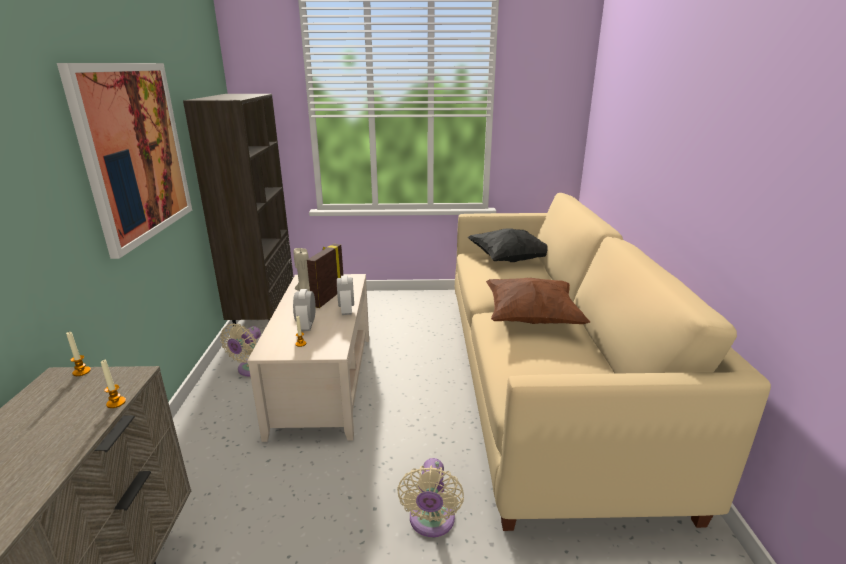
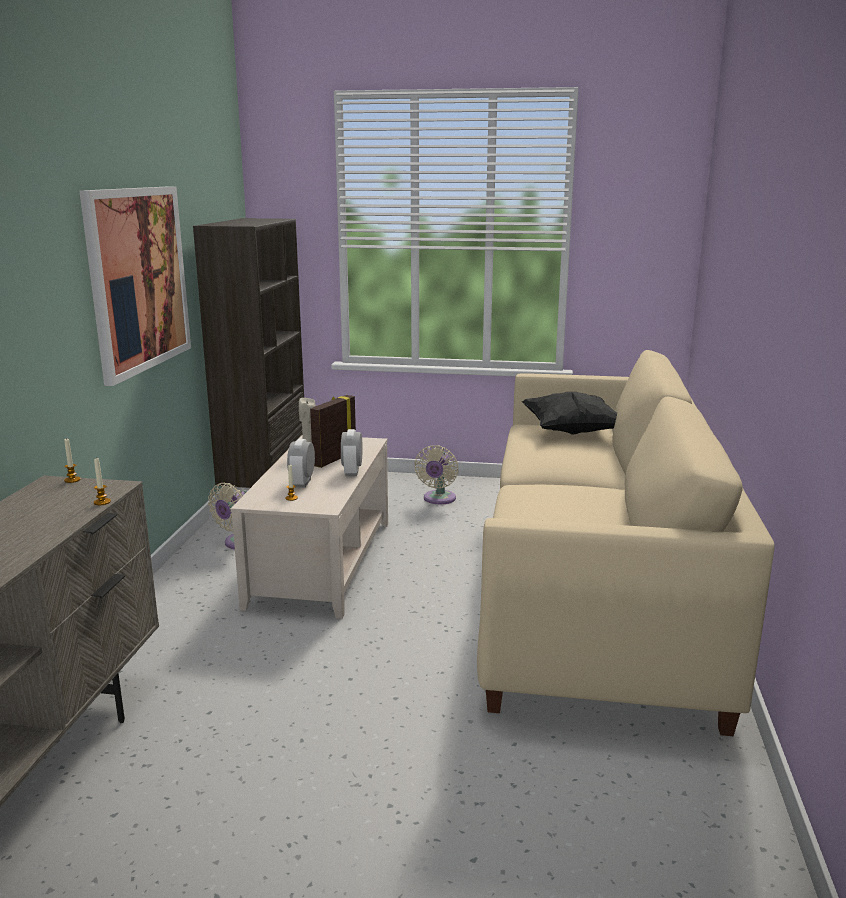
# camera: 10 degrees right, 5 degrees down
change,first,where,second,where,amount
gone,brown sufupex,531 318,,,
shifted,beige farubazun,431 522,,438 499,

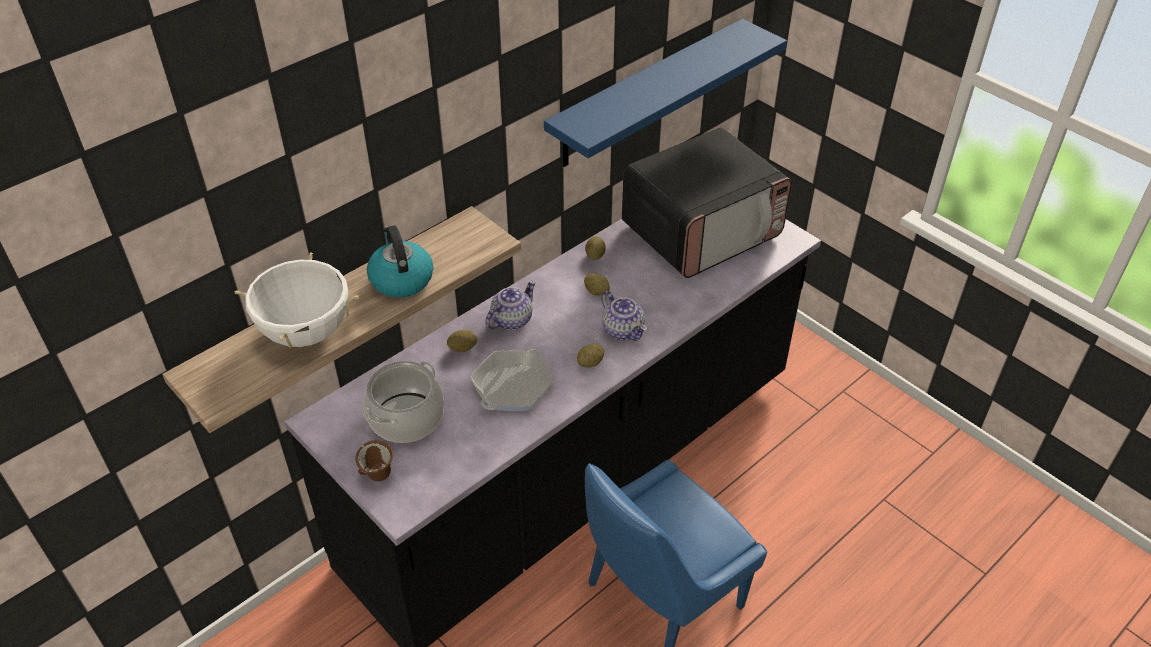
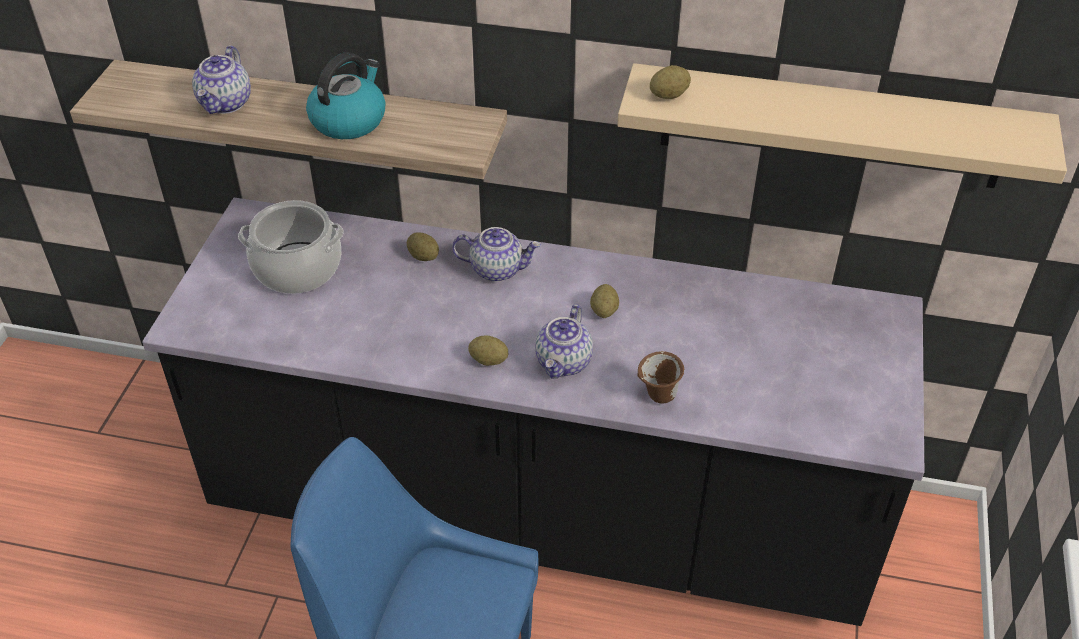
# camera: 55 degrees right, 0 degrees up
change,first,where,second,where,amount
gone,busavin,512 386,,,
gone,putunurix,702 231,,,
shifted,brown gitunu,378 477,,658 398,
shifted,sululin,595 255,,669 95,
swapped,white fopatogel,306 332,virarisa,226 103,
repainted,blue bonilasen,647 93,beige bonilasen,831 127,

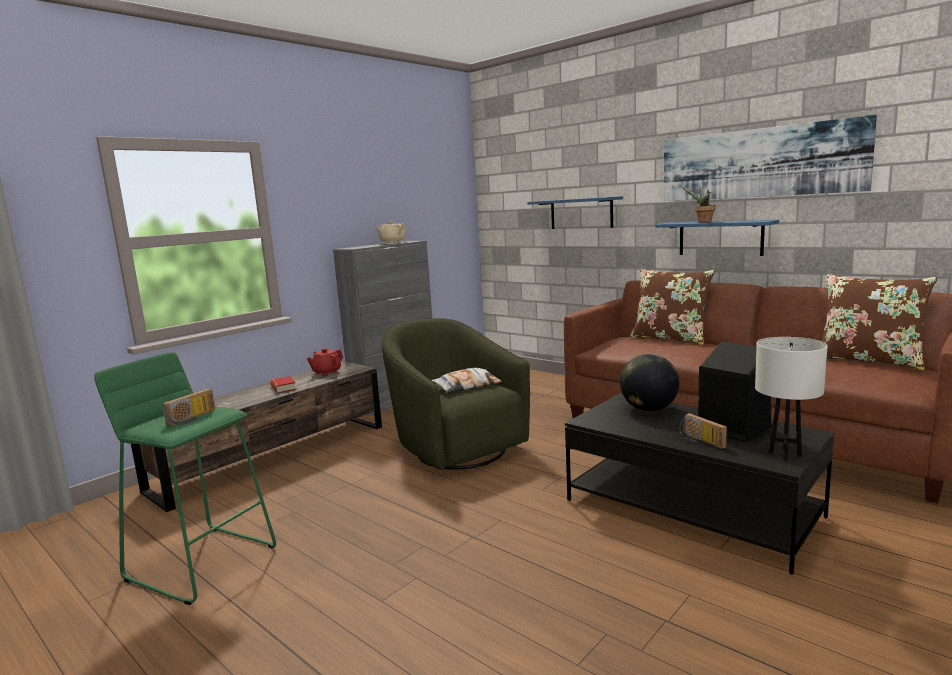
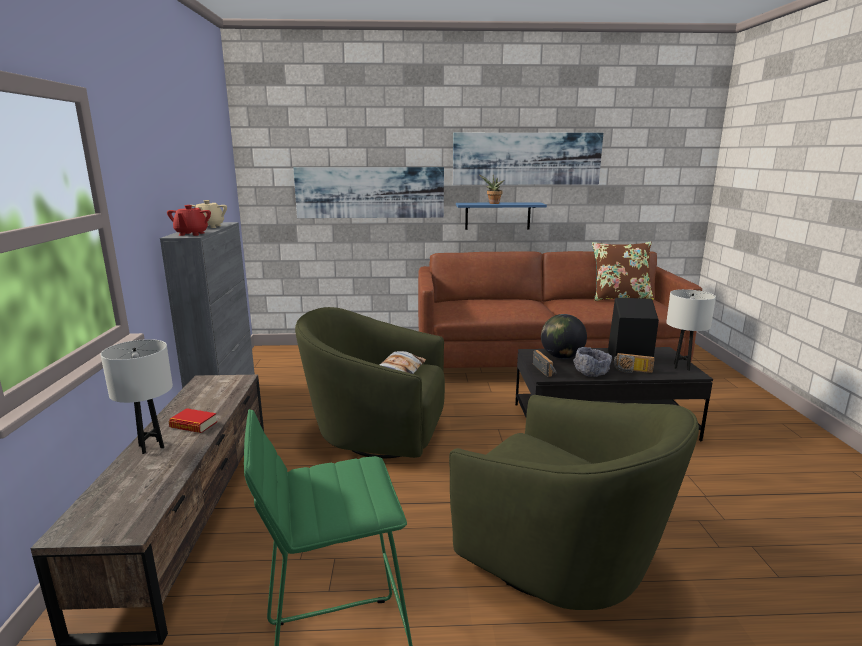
# camera: 45 degrees left, 5 degrees up
change,first,where,second,where,amount
gone,brown sufupex,670 338,,,
new,,,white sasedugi,151 446,
new,,,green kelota,560 560,
new,,,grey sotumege,591 372,
shifted,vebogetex,193 418,,545 370,
shifted,red virarisa,326 373,,191 234,
swapped,blue bonilasen,581 213,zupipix,370 192,

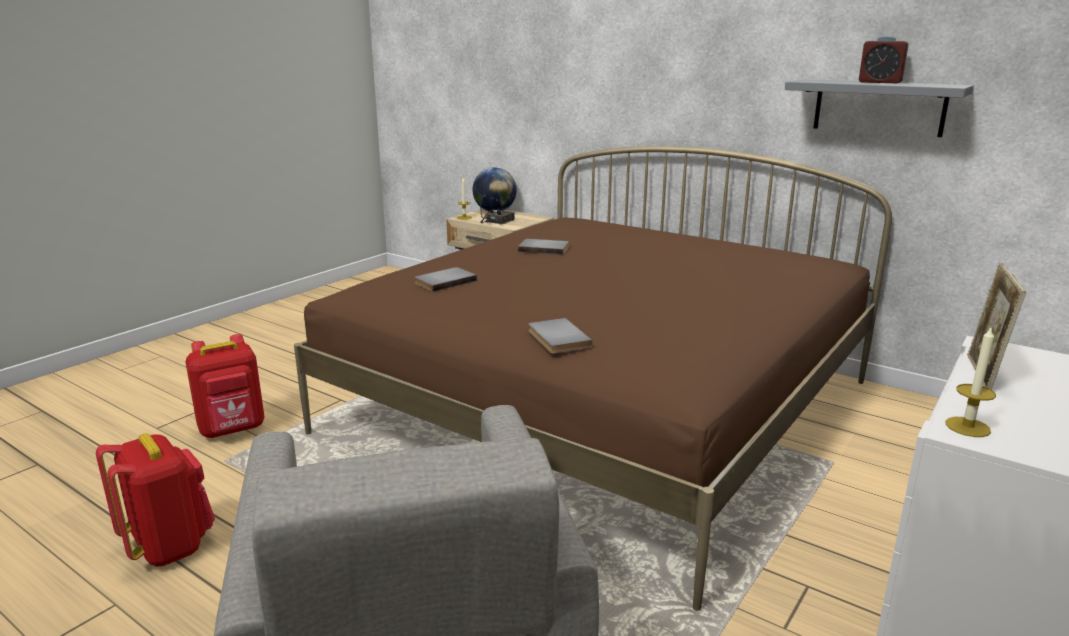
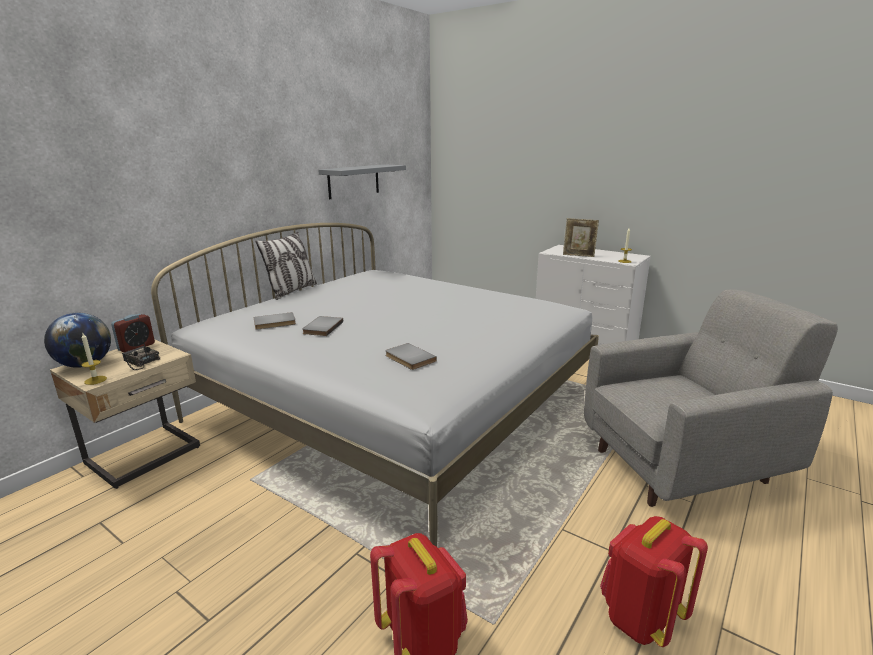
# camera: 90 degrees left, 0 degrees up
change,first,where,second,where,amount
new,,,sufupex,292 291,
shifted,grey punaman,556 339,,275 323,
shifted,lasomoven,880 82,,136 347,
repainted,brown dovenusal,604 406,white dovenusal,394 406,

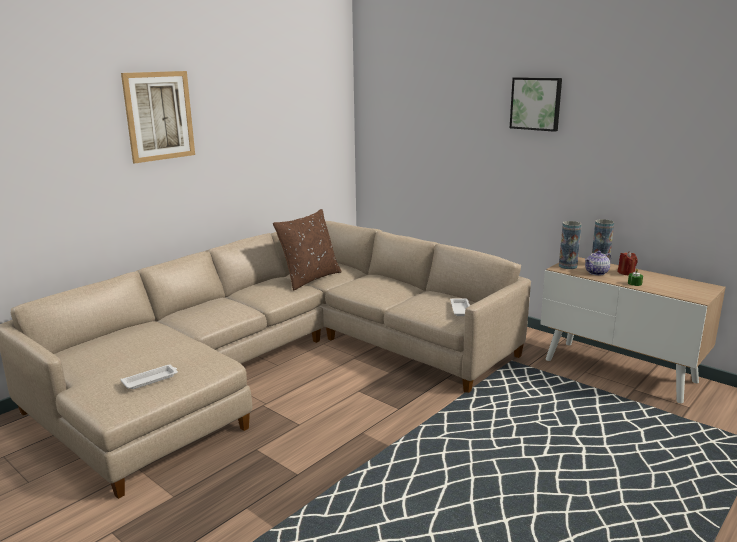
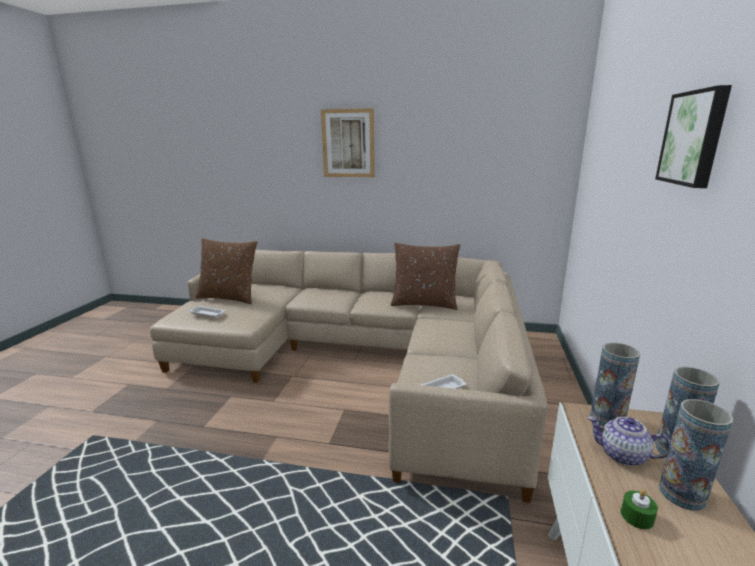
# camera: 60 degrees right, 0 degrees up
change,first,where,second,where,amount
new,,,brown sufupex,229 297,
swapped,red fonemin,626 273,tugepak,682 494,

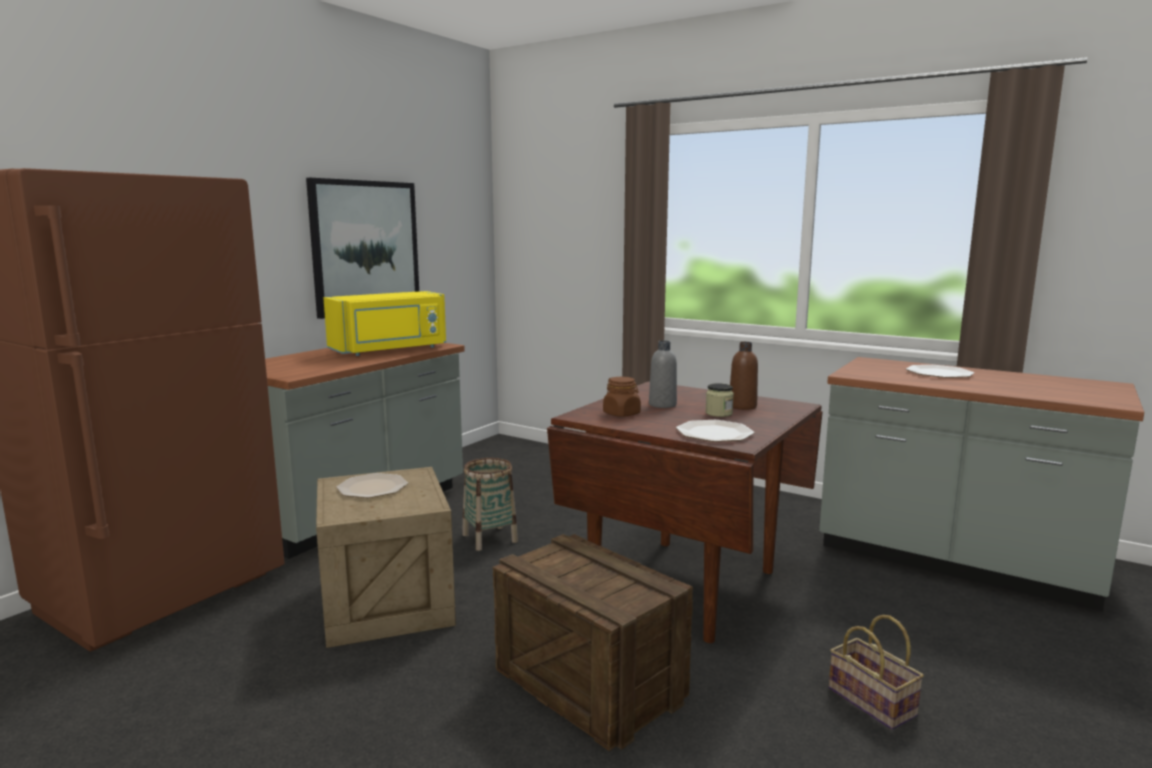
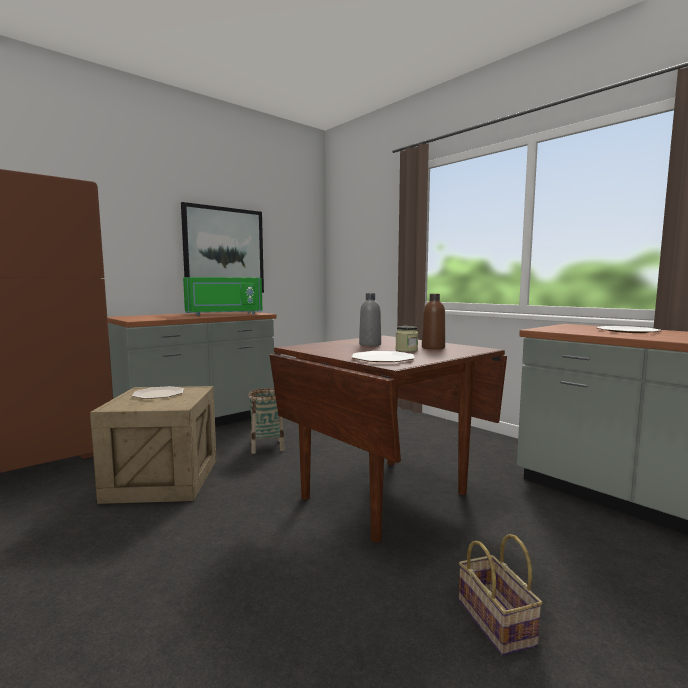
# camera: 15 degrees right, 5 degrees down
change,first,where,second,where,amount
gone,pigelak,590 685,,,
gone,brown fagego,622 414,,,
repainted,yellow putunurix,390 350,green putunurix,224 314,

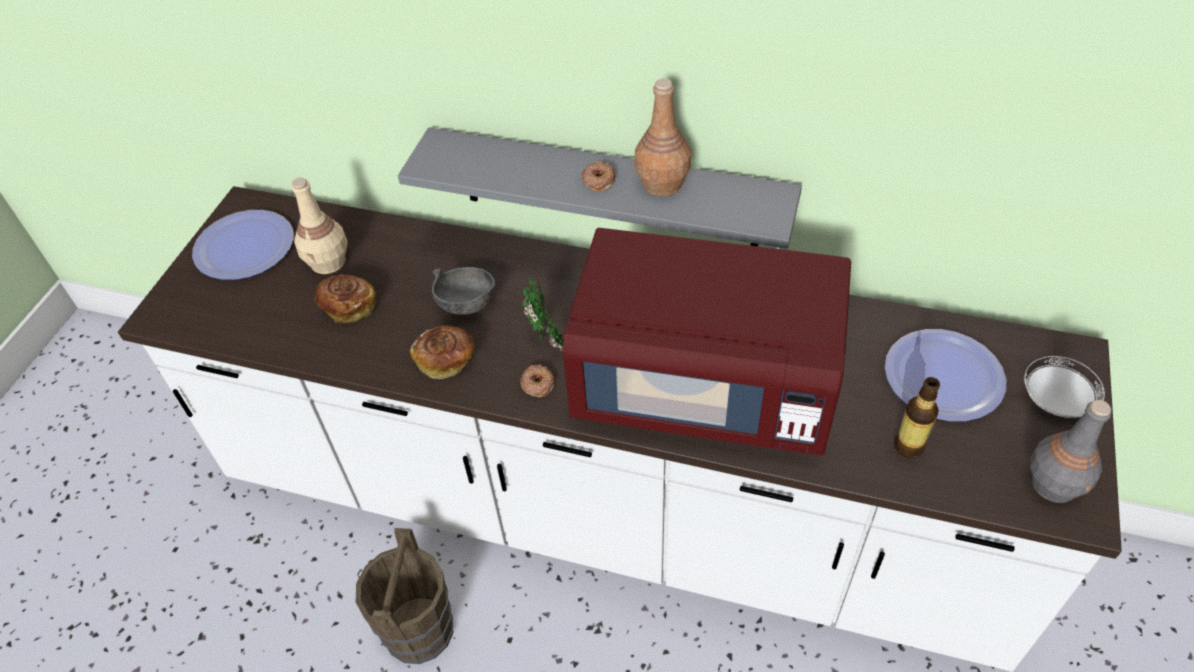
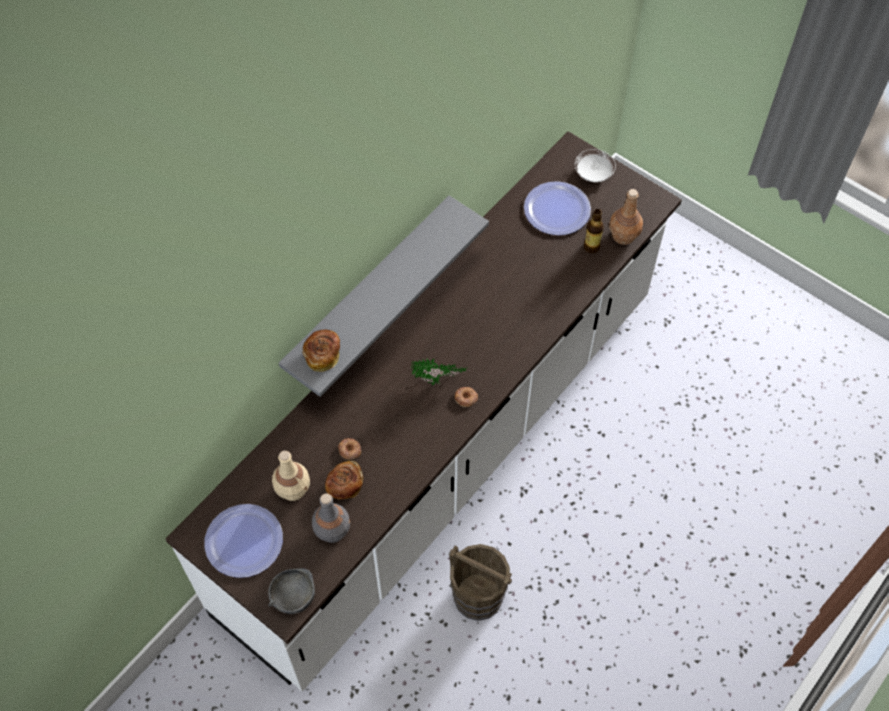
# camera: 70 degrees left, 10 degrees up
change,first,where,second,where,amount
gone,red putunurix,704 388,,,
shifted,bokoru,446 360,,323 355,
shifted,grey sotumege,467 303,,293 597,
shifted,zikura,598 180,,349 450,
shifted,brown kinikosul,662 184,,624 235,
shifted,grey kinikosul,1054 484,,332 530,

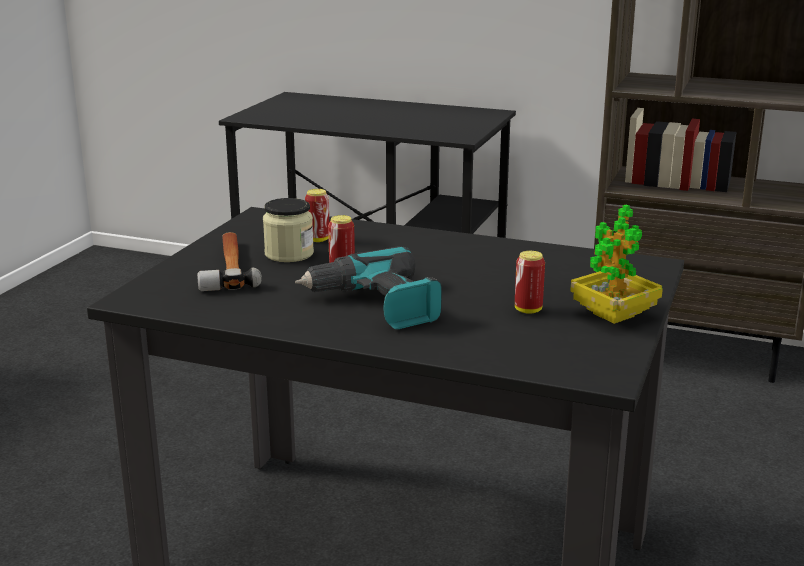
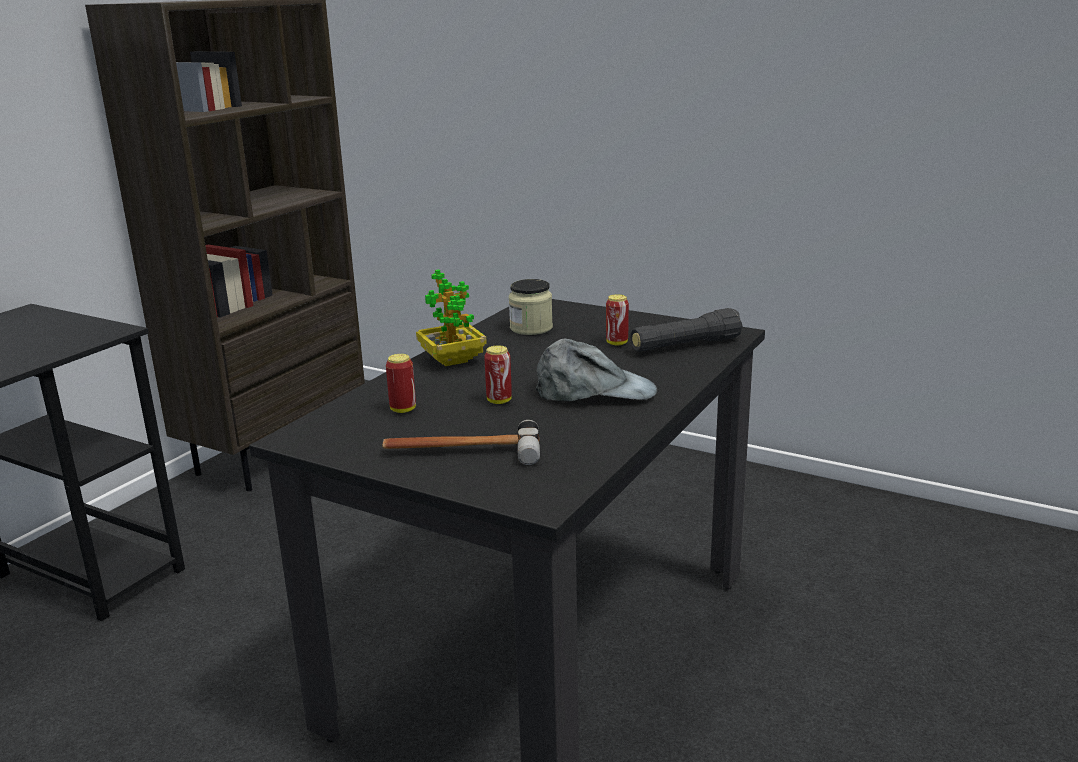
# camera: 80 degrees left, 0 degrees up
change,first,where,second,where,amount
new,,,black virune,685 345,
shifted,fagego,289 254,,531 328,
shifted,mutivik,613 315,,452 360,
swapped,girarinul,376 306,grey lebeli,595 390,

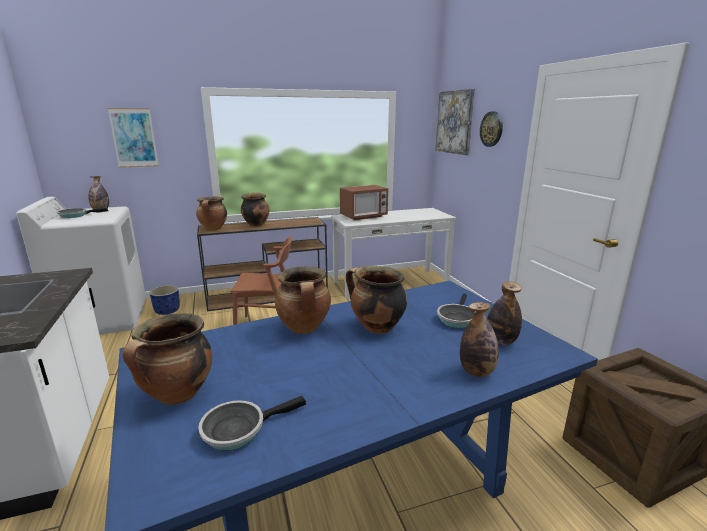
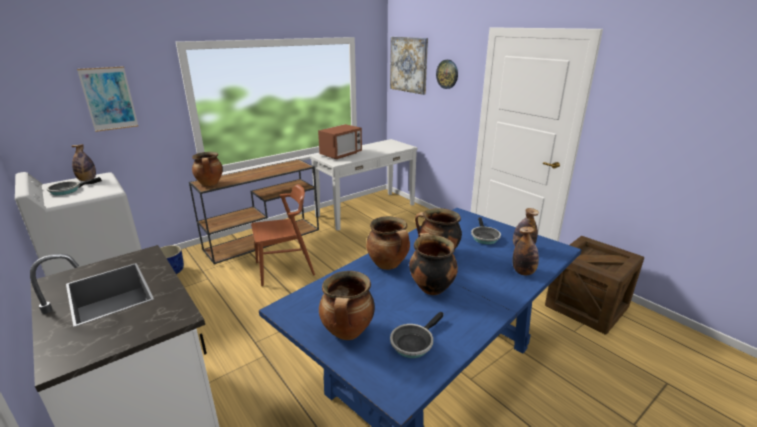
# camera: 20 degrees left, 5 degrees up
change,first,where,second,where,amount
shifted,fopatogel,256 224,,430 287,

